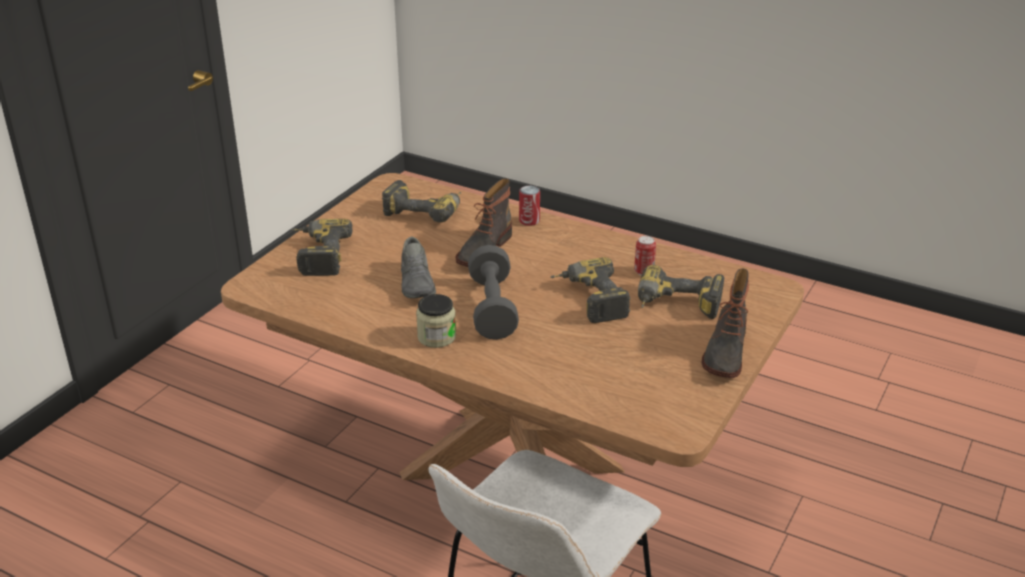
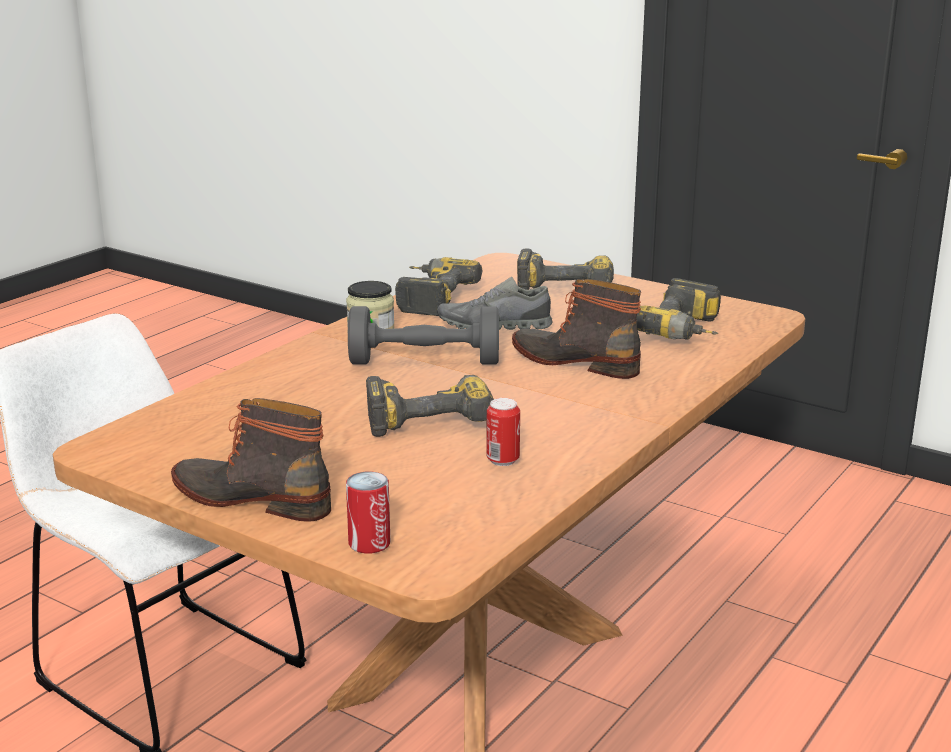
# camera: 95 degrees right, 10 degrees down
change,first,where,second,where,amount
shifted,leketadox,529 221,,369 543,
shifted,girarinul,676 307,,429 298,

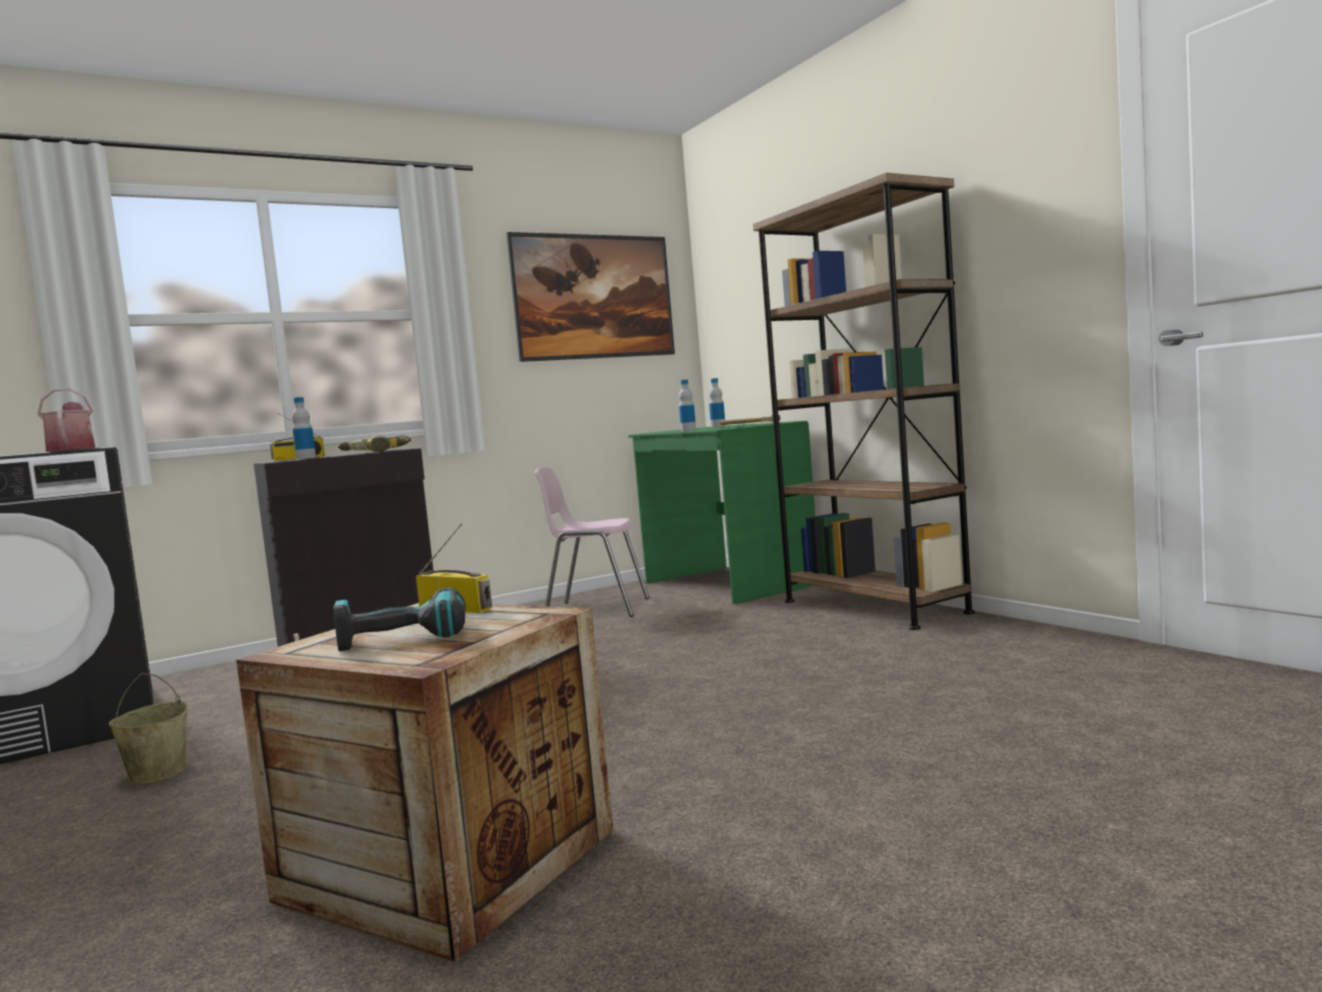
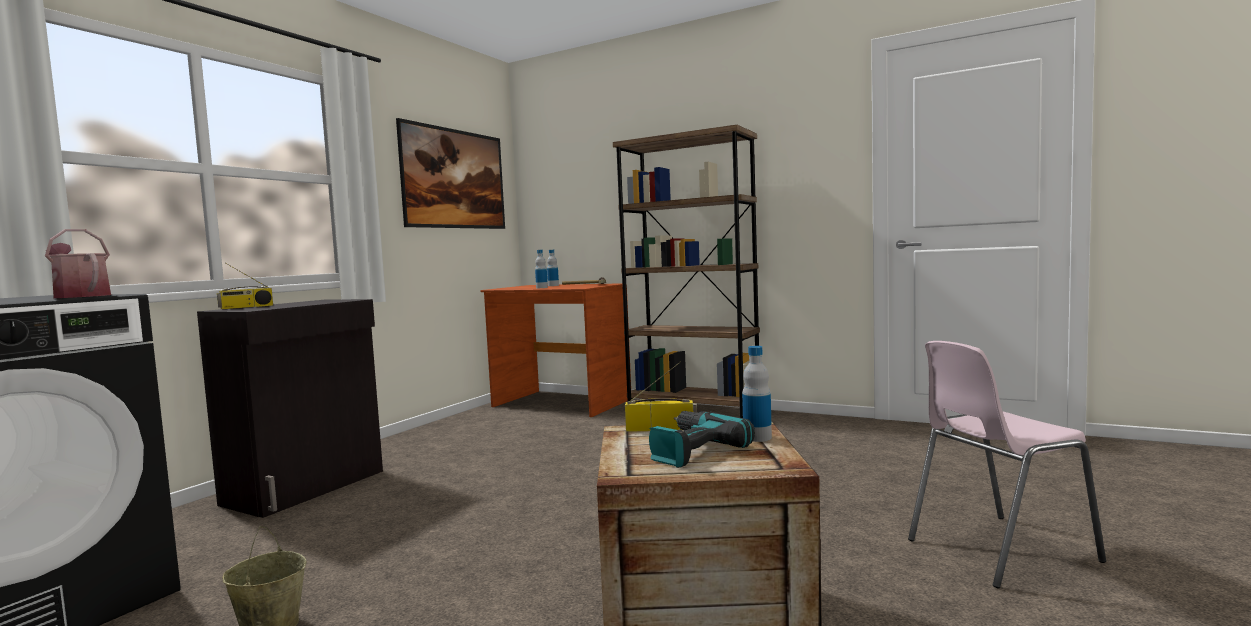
# camera: 30 degrees left, 0 degrees up
change,first,where,second,where,amount
gone,girarinul,375 451,,,
shifted,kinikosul,306 458,,757 437,
shifted,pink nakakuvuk,596 609,,997 550,
repainted,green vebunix,727 584,brown vebunix,560 403,

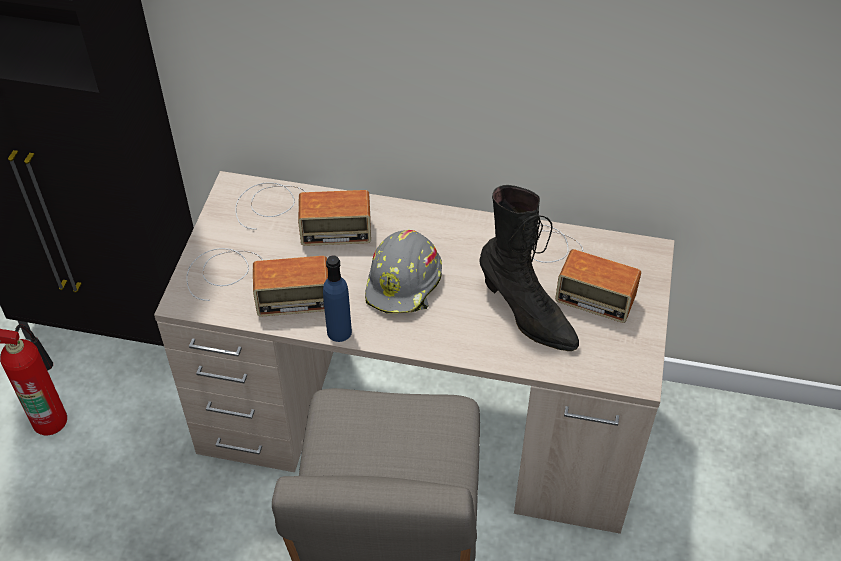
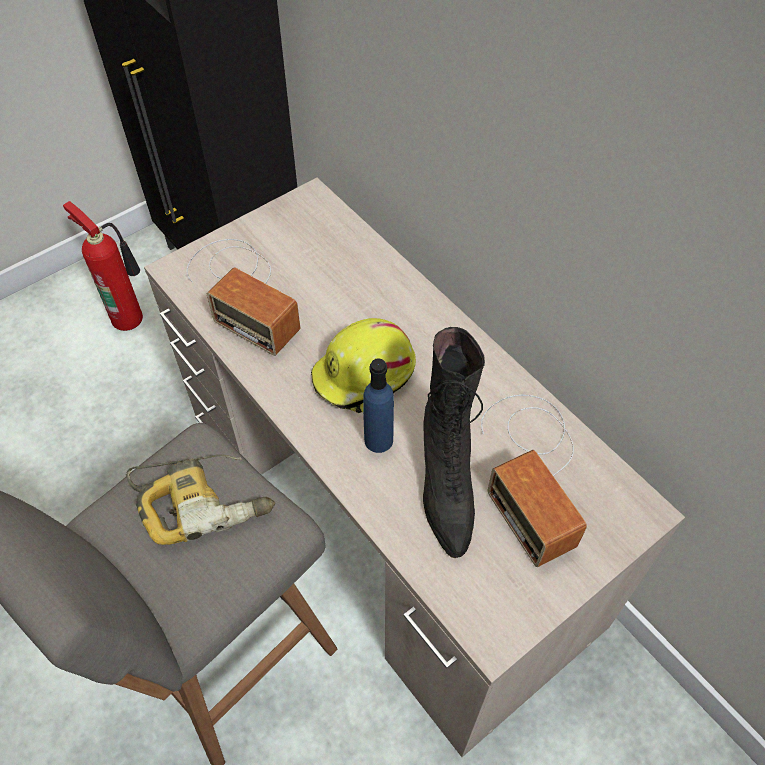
# camera: 40 degrees right, 5 degrees up
change,first,where,second,where,amount
gone,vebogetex,300 215,,,
new,,,girarinul,203 500,
shifted,blue kinikosul,339 331,,378 440,
repainted,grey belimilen,404 283,yellow belimilen,364 375,

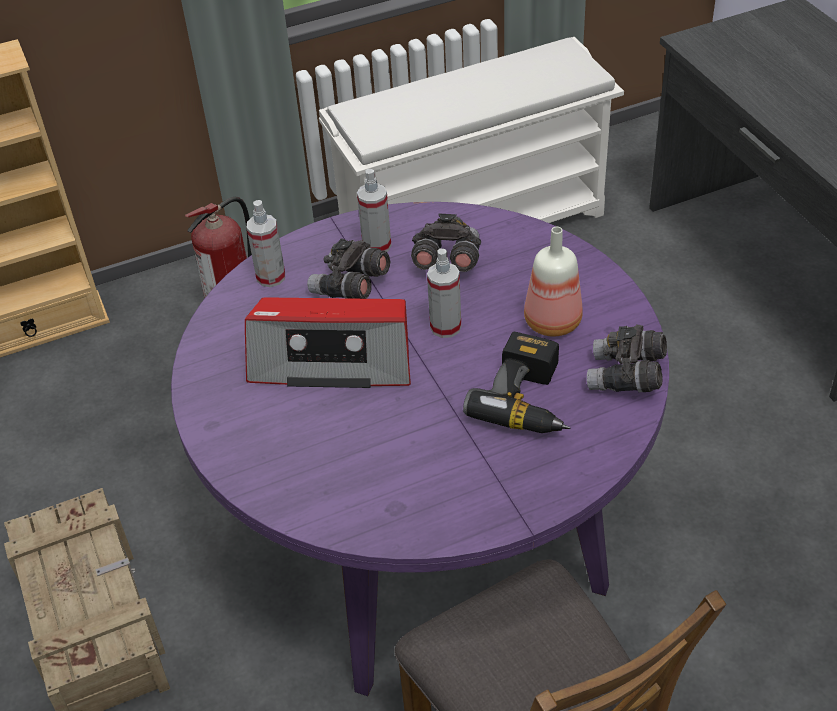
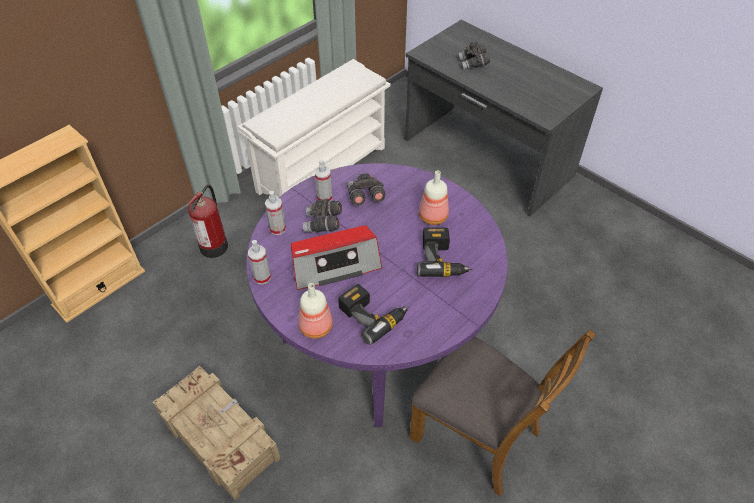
# camera: 25 degrees left, 5 degrees up
change,first,where,second,where,amount
new,,,kinikosul,315 327,
new,,,girarinul,373 314,
shifted,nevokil,445 327,,262 277,
shifted,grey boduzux,626 377,,473 64,

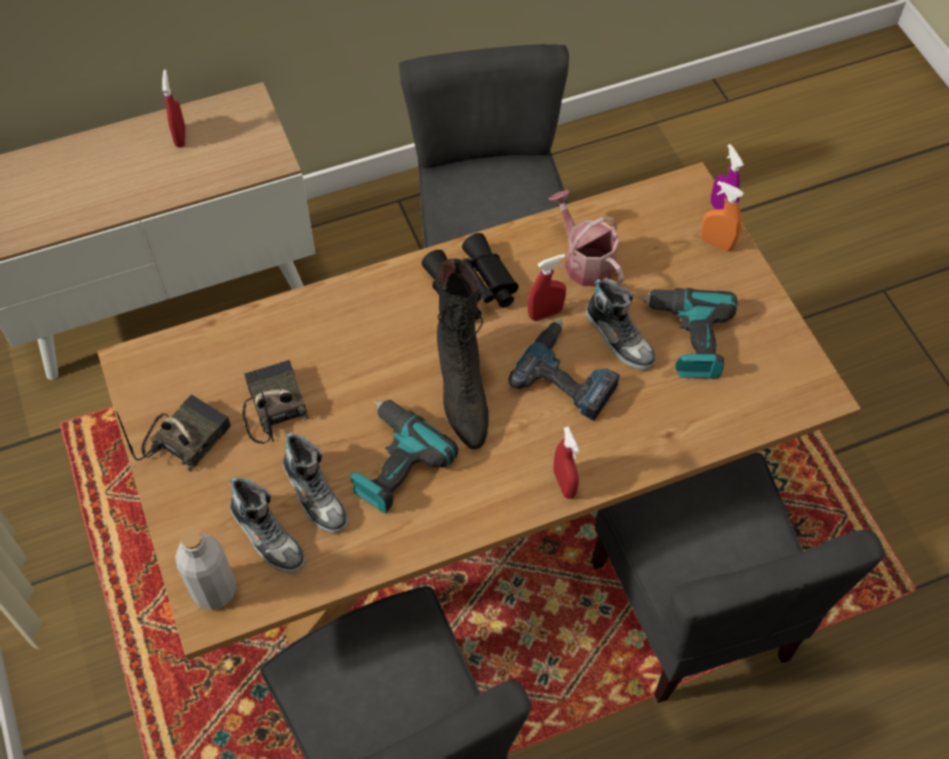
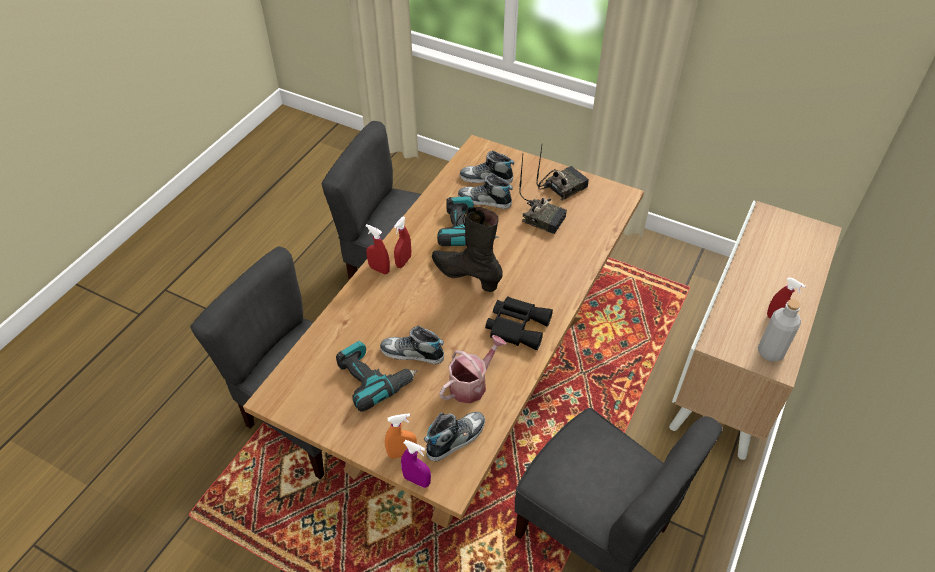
# camera: 140 degrees right, 10 degrees down
change,first,where,second,where,amount
gone,girarinul,568 375,,,
new,,,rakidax,455 438,
shifted,grey kinikosul,214 590,,770 352,
shifted,red nevokil,545 313,,403 261,
rotated,vebogetex,186 437,,562 186,120 degrees counterclockwise
rotated,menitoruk,584 261,,471 384,60 degrees counterclockwise

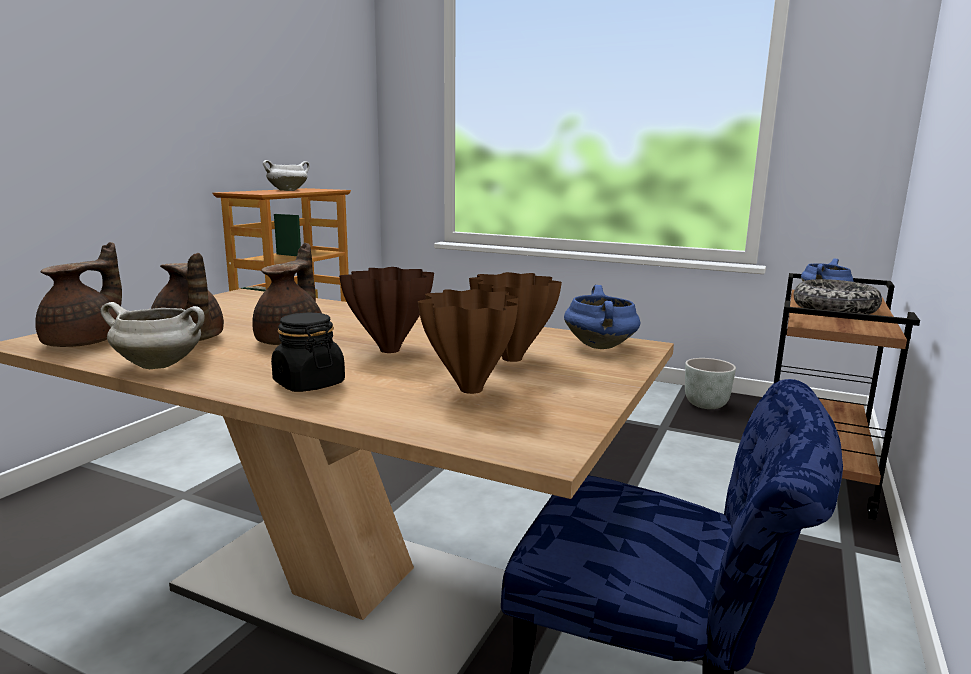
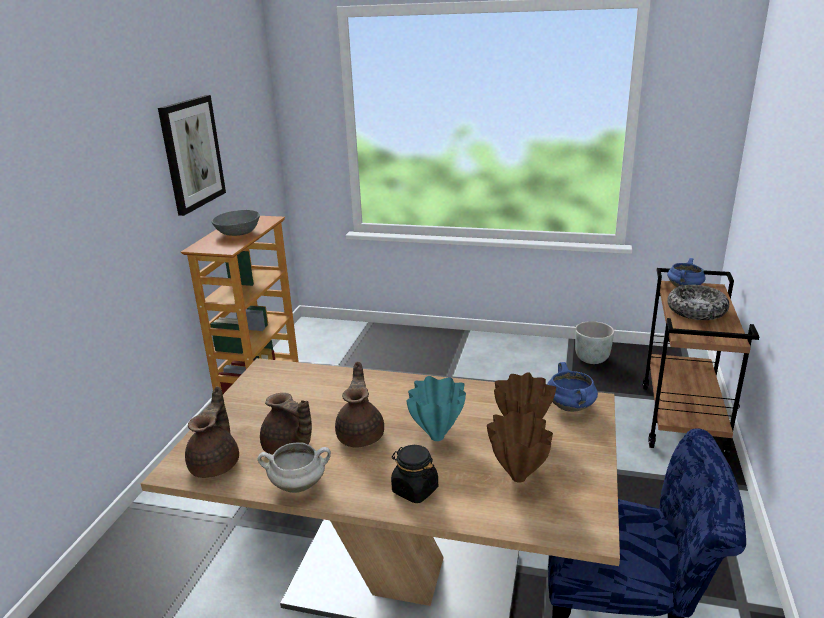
# camera: 10 degrees left, 10 degrees up
change,first,where,second,where,amount
new,,,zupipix,192 153,
swapped,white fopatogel,288 191,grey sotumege,238 233,
repainted,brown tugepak,391 350,turquoise tugepak,438 437,

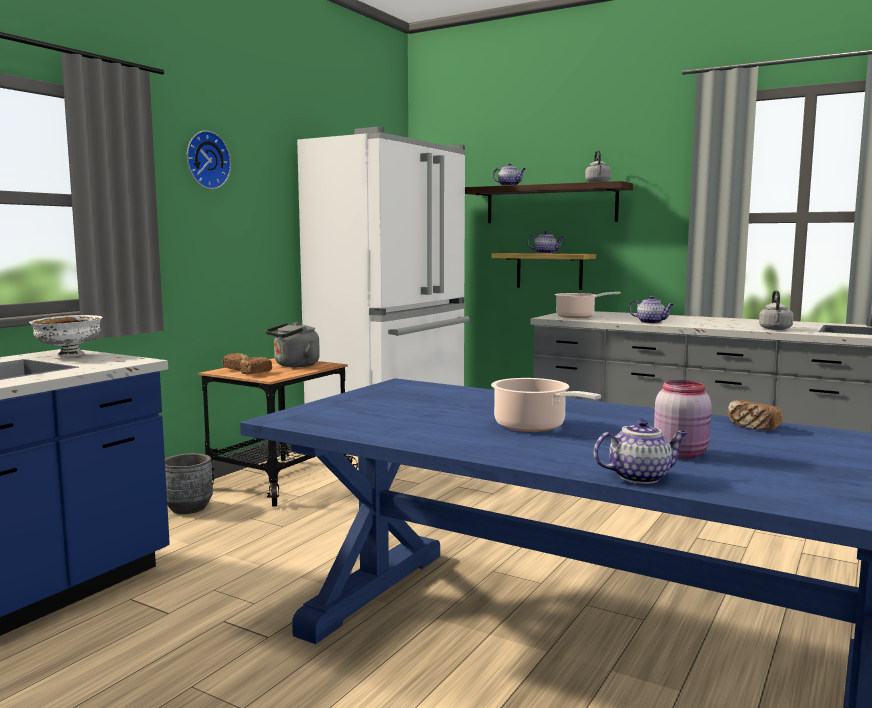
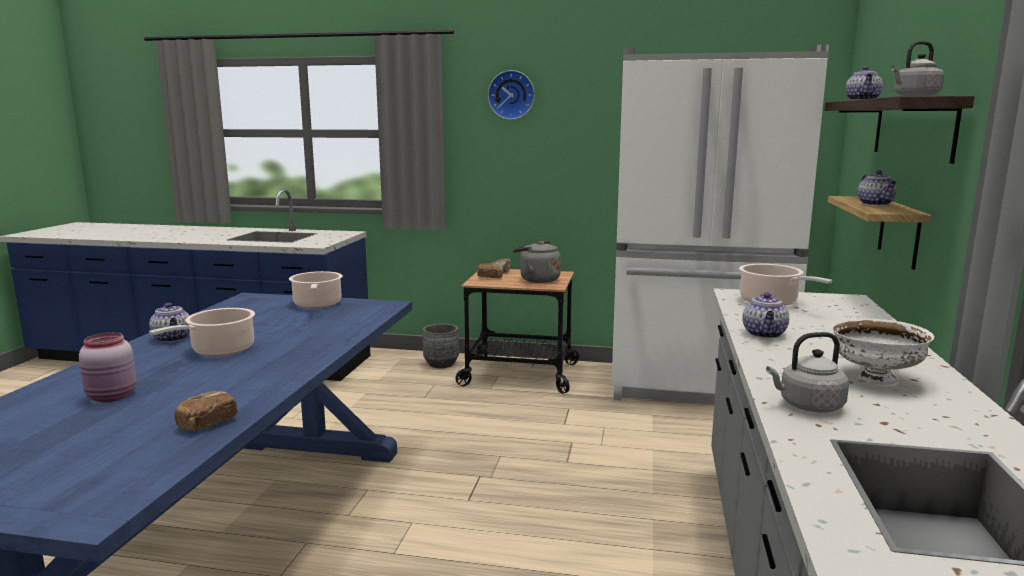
# camera: 70 degrees right, 5 degrees up
change,first,where,second,where,amount
new,,,fopatogel,317 305,
shifted,white sotumege,69 355,,875 379,
shifted,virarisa,640 477,,173 338,

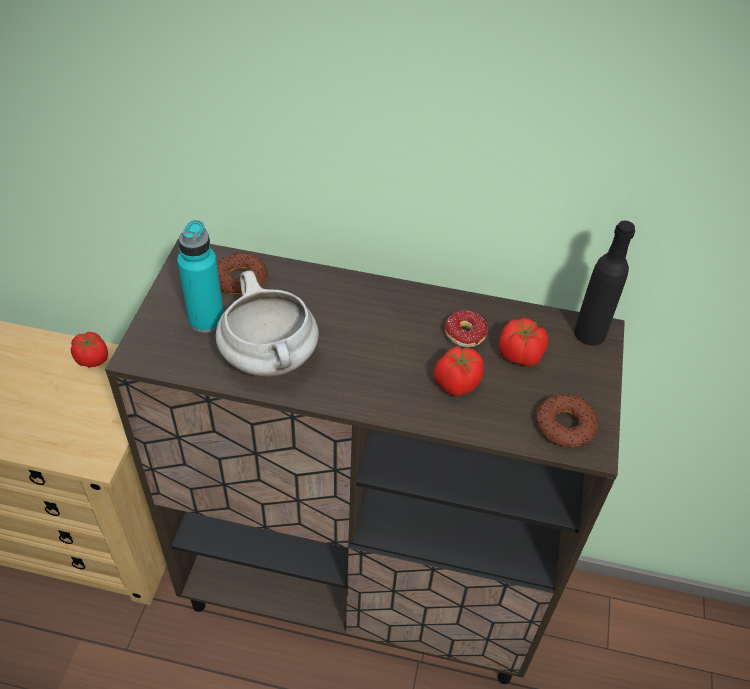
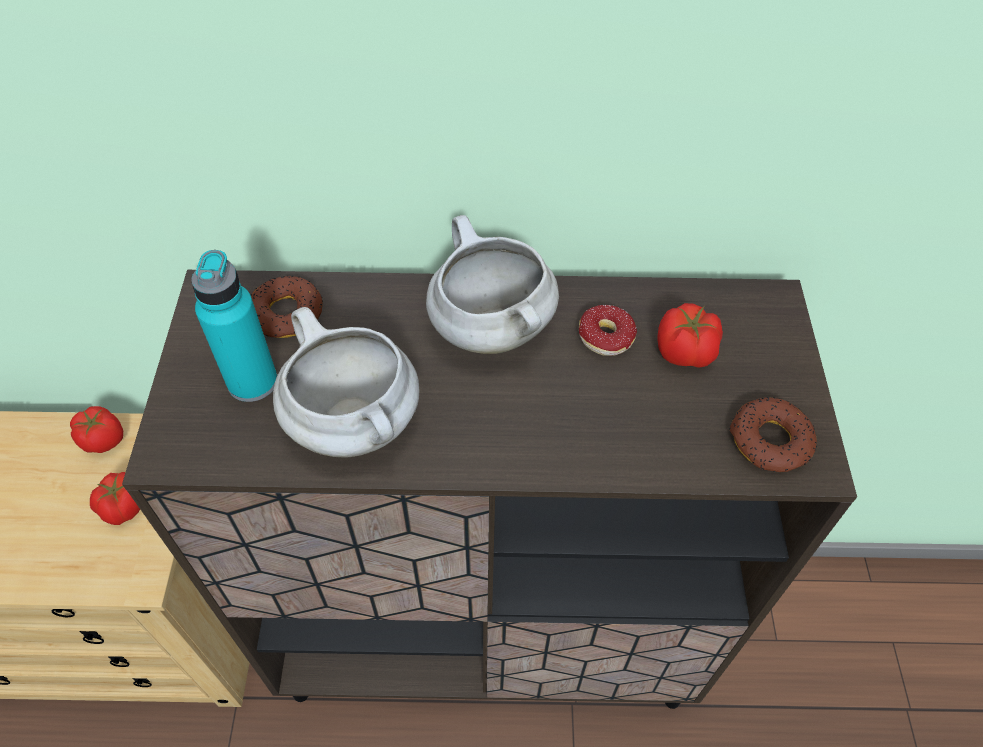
# camera: 10 degrees left, 5 degrees up
change,first,where,second,where,amount
gone,black kinikosul,589 333,,,
new,,,white fopatogel,489 327,
shifted,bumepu,456 383,,124 507,

